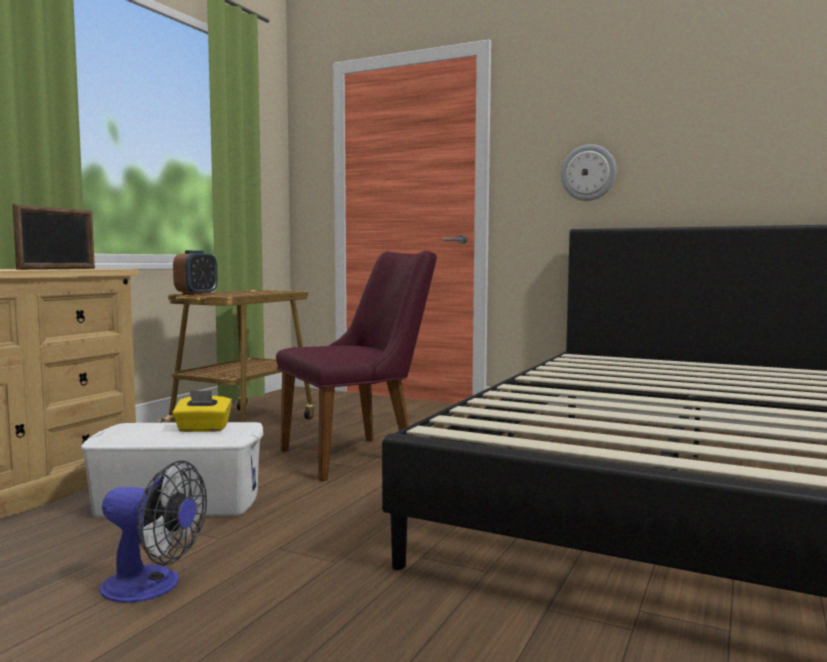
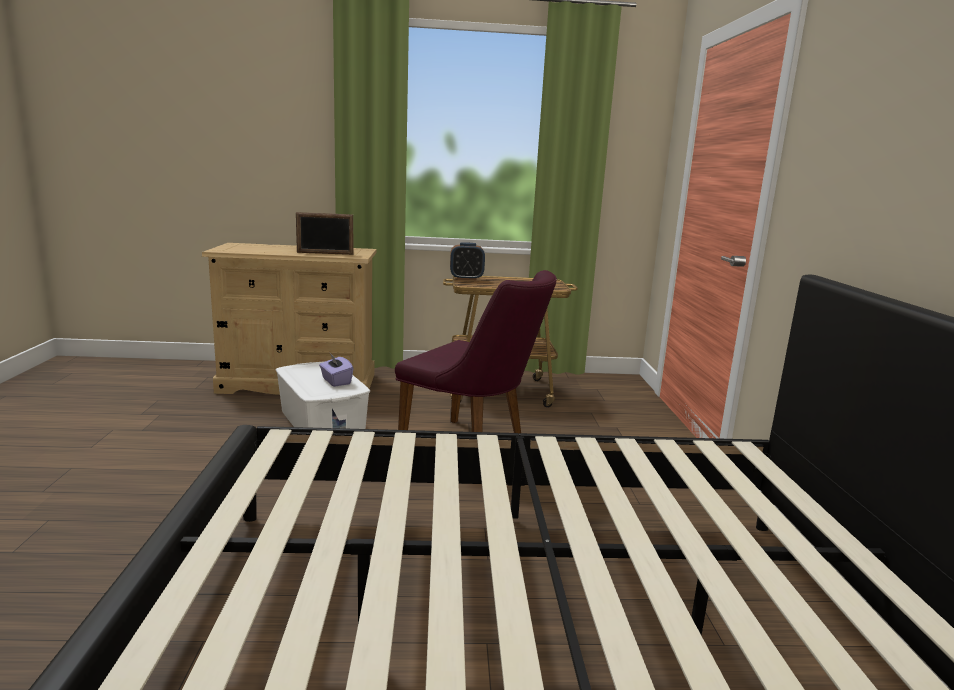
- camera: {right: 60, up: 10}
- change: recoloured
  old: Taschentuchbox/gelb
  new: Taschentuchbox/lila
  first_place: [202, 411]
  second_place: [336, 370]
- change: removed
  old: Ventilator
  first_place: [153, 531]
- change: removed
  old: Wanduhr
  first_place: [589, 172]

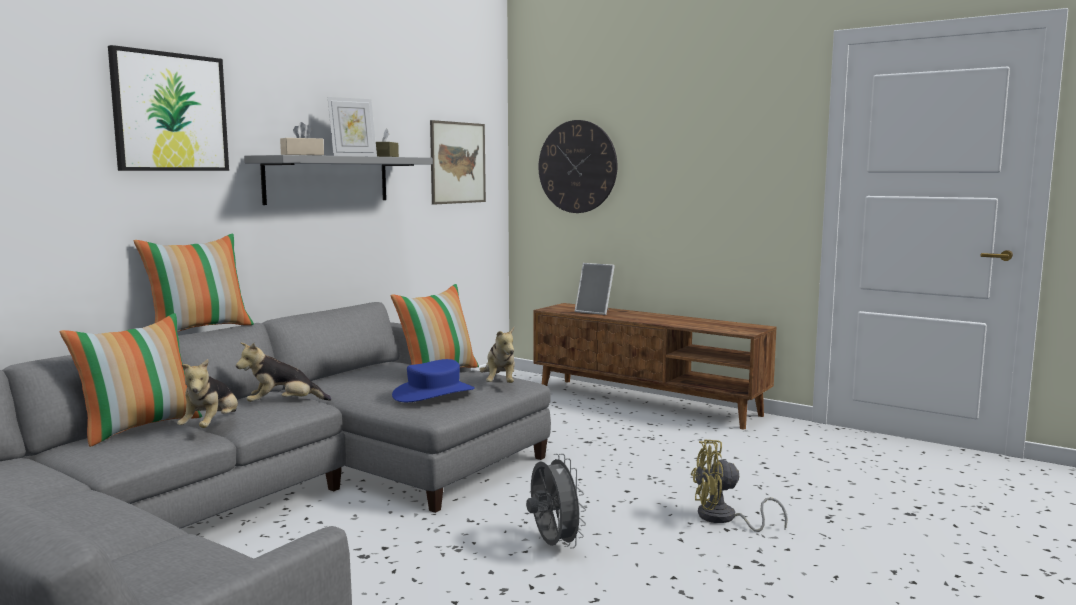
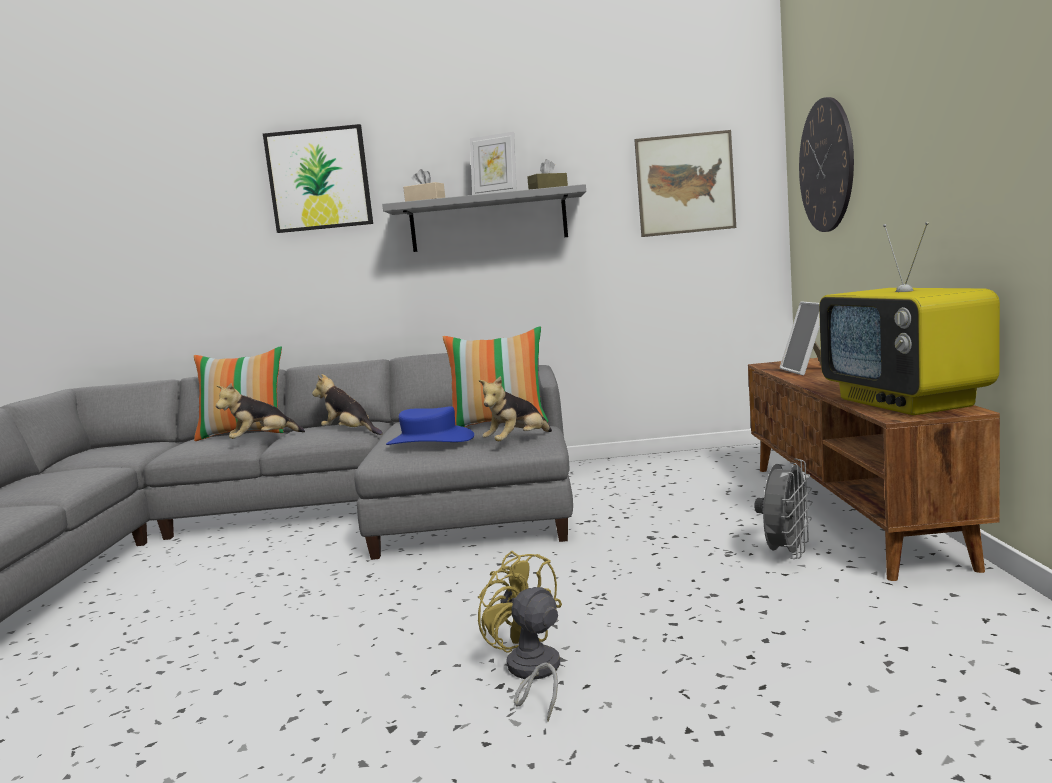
- camera: {right: 55, up: 0}
- change: moved
  old: Ventilator/grau
  first_place: [556, 501]
  second_place: [783, 509]
- change: added
  new: Fernseher
  second_place: [909, 318]
- change: removed
  old: Kissen
  first_place: [194, 283]

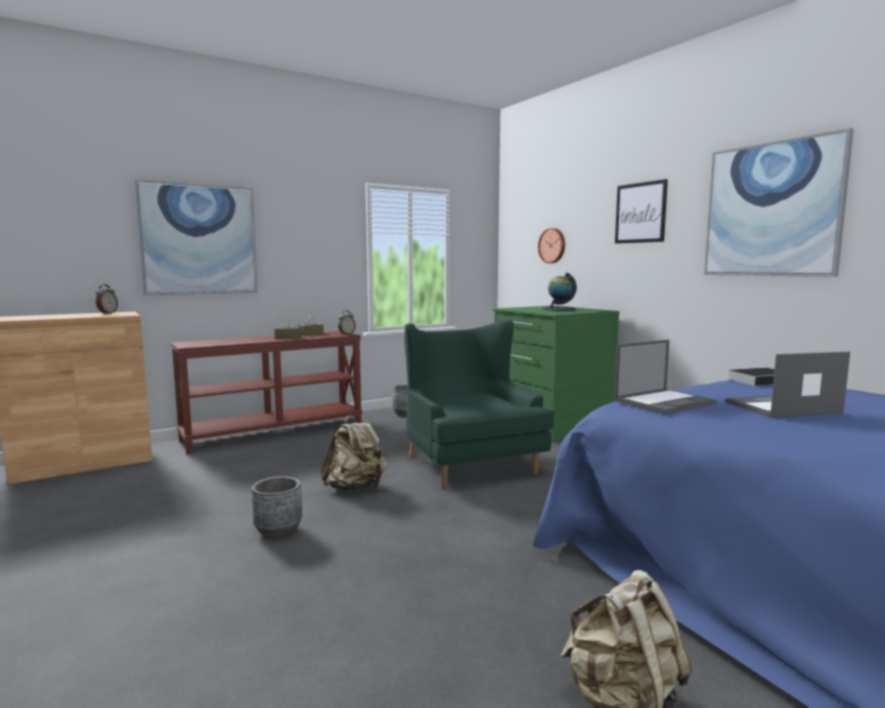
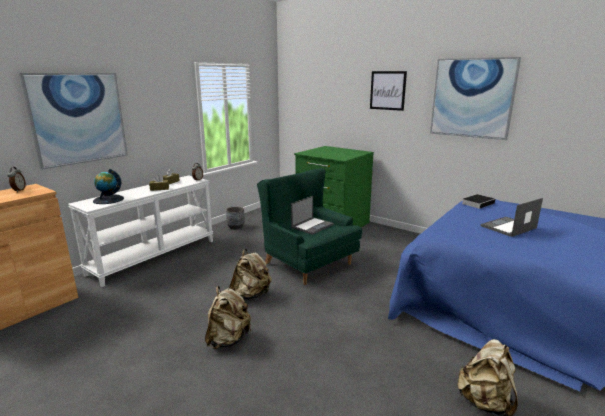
- camera: {right: -20, up: 10}
- change: recoloured
  old: Konsolentisch/braun
  new: Konsolentisch/weiß
  first_place: [266, 392]
  second_place: [141, 231]
- change: moved
  old: Globus
  first_place: [560, 292]
  second_place: [108, 186]
- change: replaced
  old: Pflanzkübel/grau
  new: Rucksack/beige
  first_place: [277, 507]
  second_place: [228, 317]
- change: moved
  old: Laptop
  first_place: [665, 377]
  second_place: [312, 215]
- change: removed
  old: Wanduhr
  first_place: [551, 245]

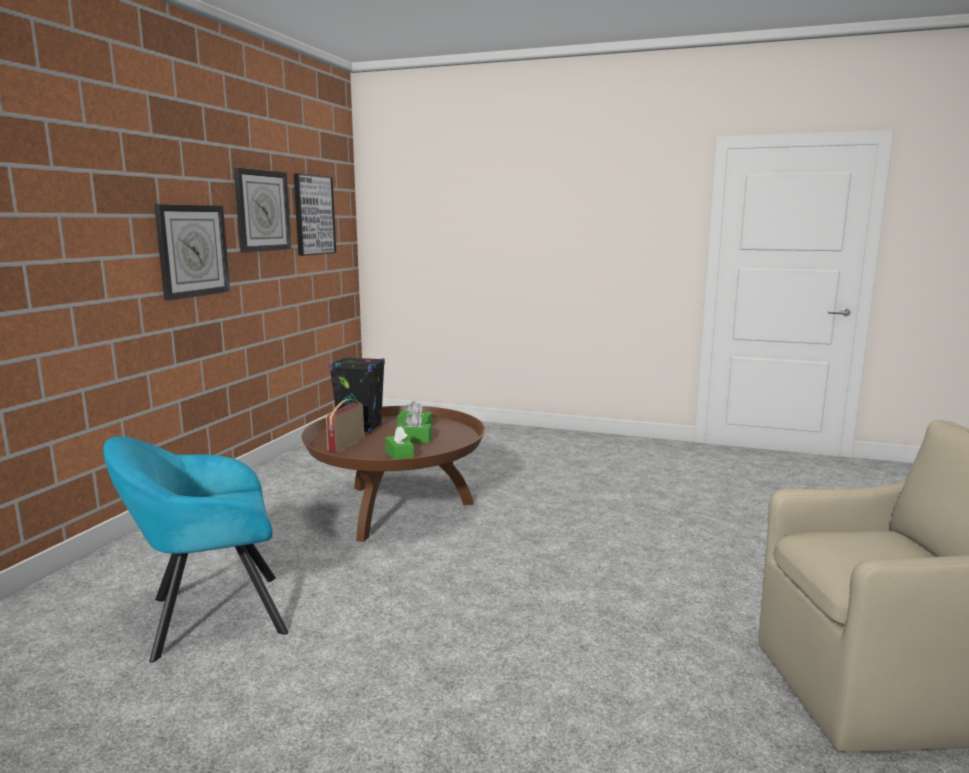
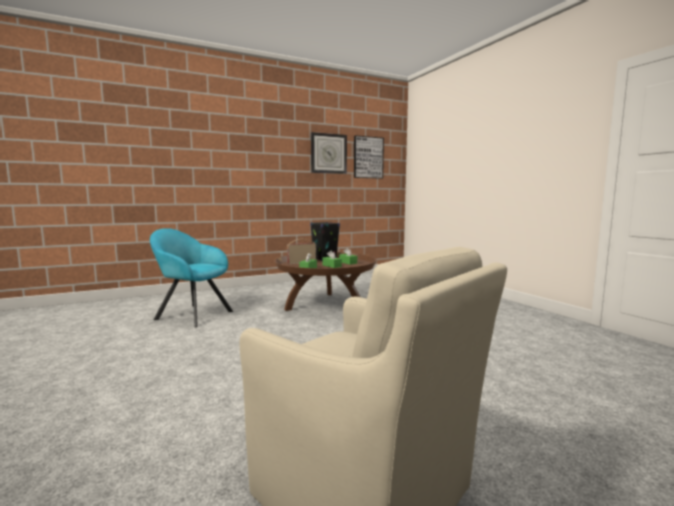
- camera: {right: 45, up: -5}
- change: removed
  old: Wanduhr
  first_place: [192, 252]

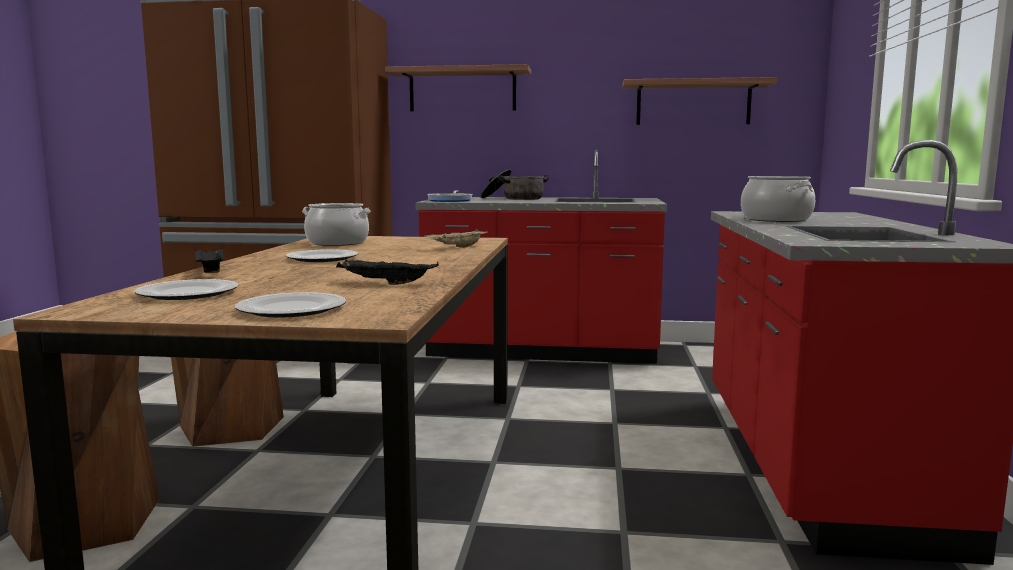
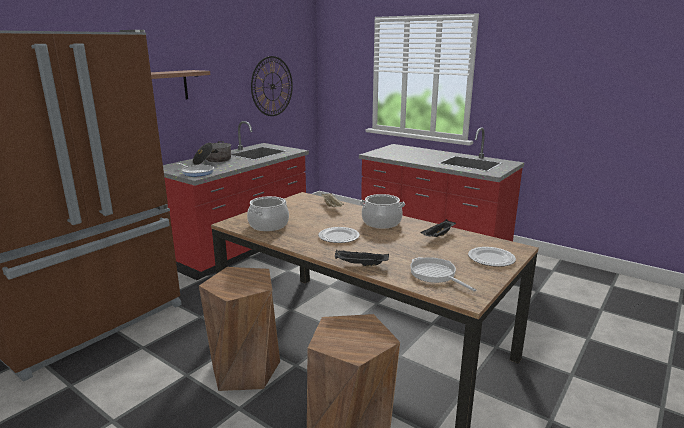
- camera: {right: -60, up: 10}
- change: replaced
  old: Wandregal
  new: Wanduhr
  first_place: [700, 101]
  second_place: [272, 86]
- change: moved
  old: Kochtopf
  first_place: [778, 199]
  second_place: [382, 211]
- change: replaced
  old: Teller
  new: Pfanne
  first_place: [187, 289]
  second_place: [443, 274]

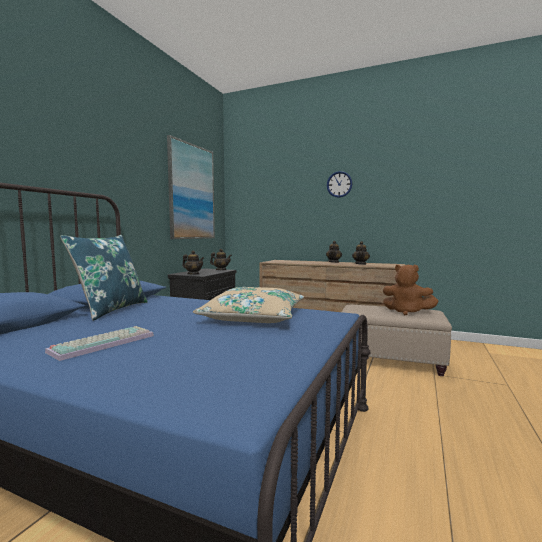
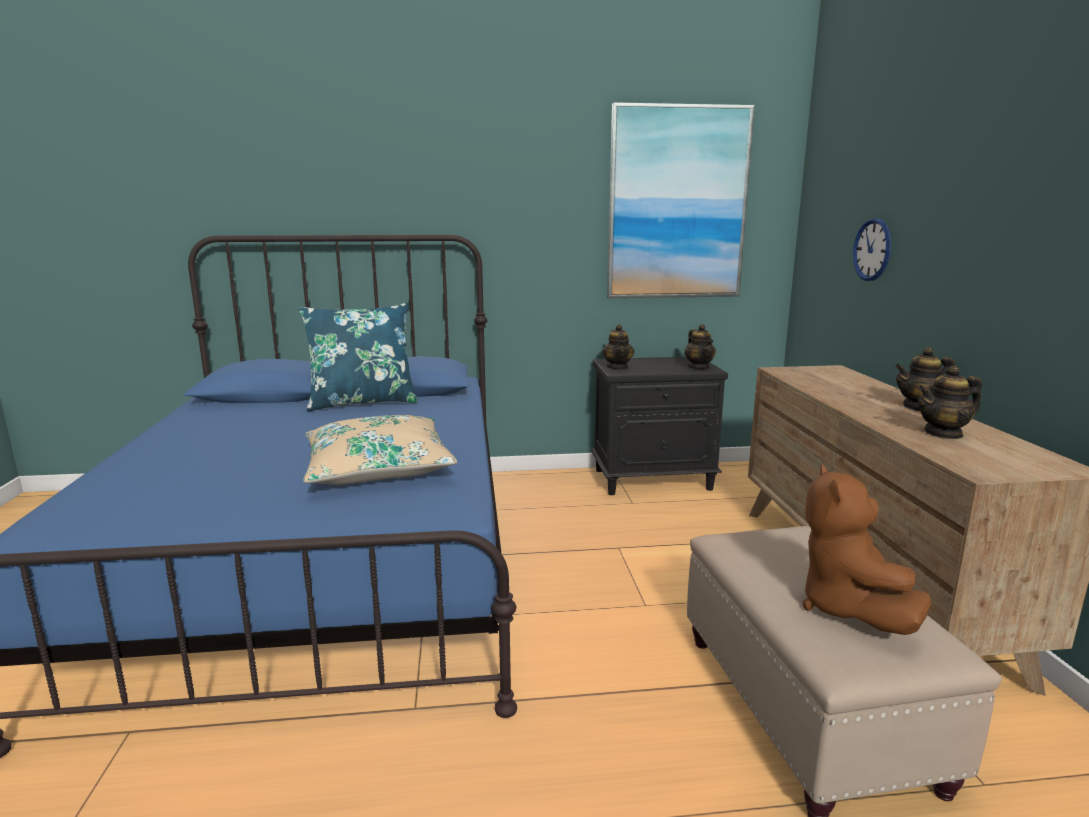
- camera: {right: 60, up: 10}
- change: moved
  old: Wanduhr
  first_place: [339, 184]
  second_place: [872, 249]
- change: removed
  old: Tastatur
  first_place: [99, 343]

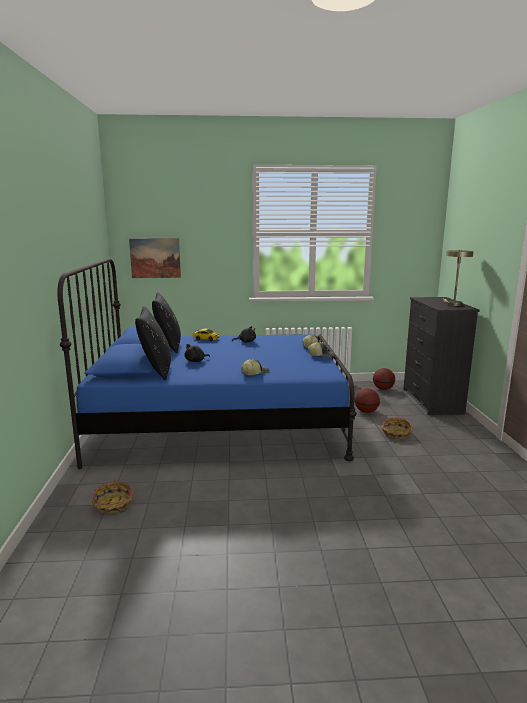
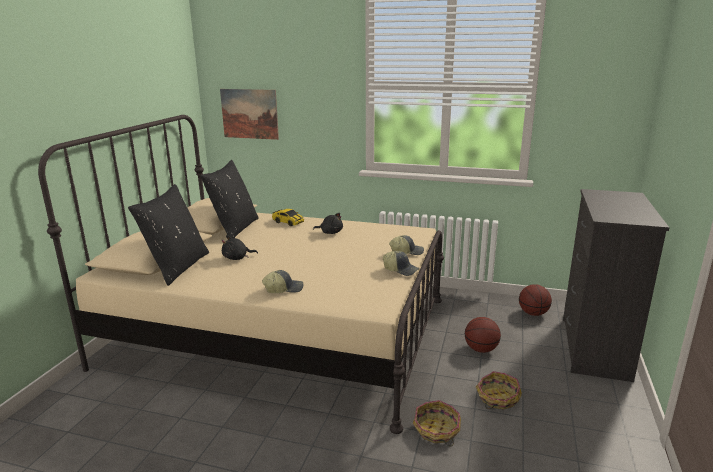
- camera: {right: 20, up: 5}
- change: recoloured
  old: Bett/blau
  new: Bett/beige
  first_place: [207, 363]
  second_place: [241, 274]
- change: moved
  old: Korb
  first_place: [112, 497]
  second_place: [437, 423]
- change: removed
  old: Tischlampe/beige
  first_place: [458, 278]

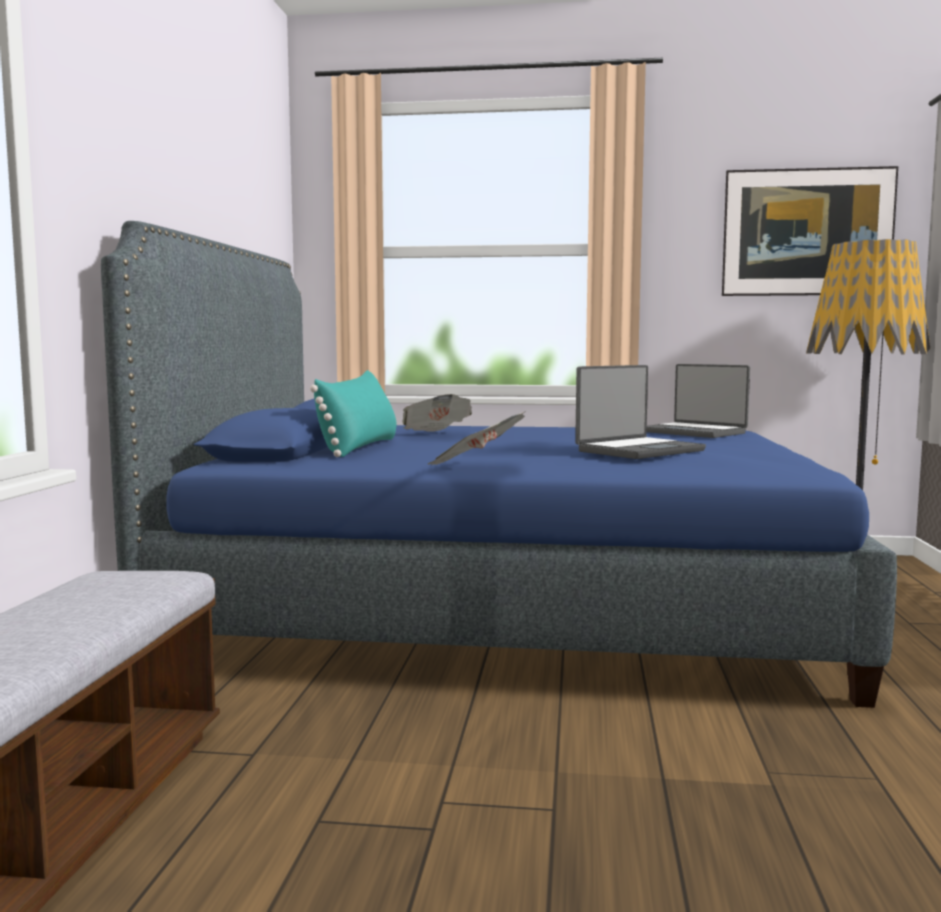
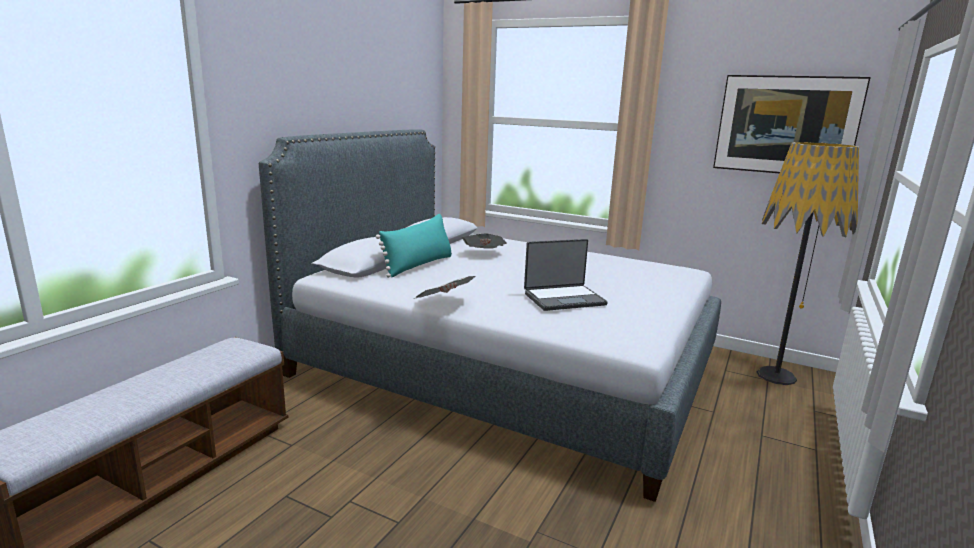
- camera: {right: 20, up: 10}
- change: recoloured
  old: Bett/blau
  new: Bett/grau
  first_place: [499, 464]
  second_place: [490, 315]
- change: removed
  old: Laptop
  first_place: [698, 401]

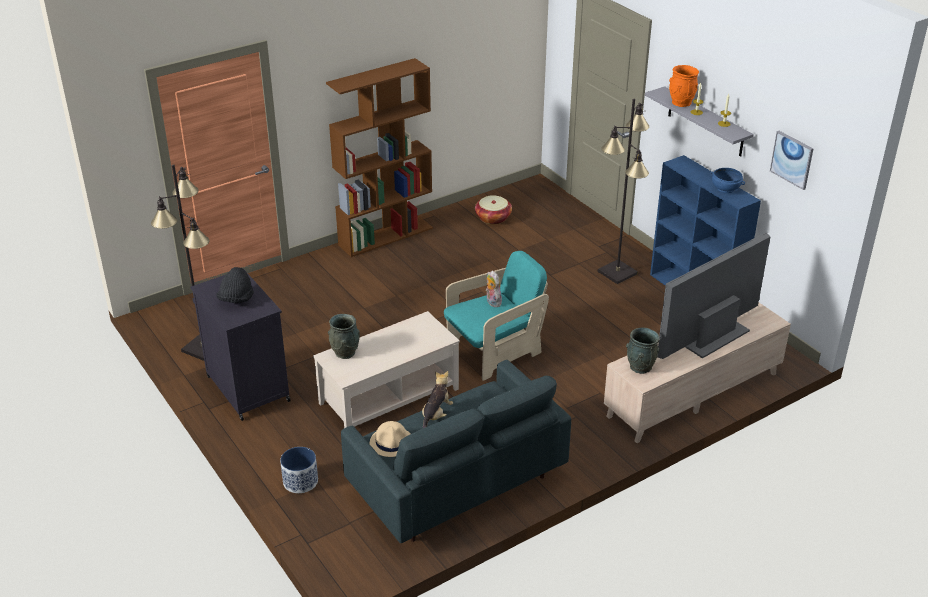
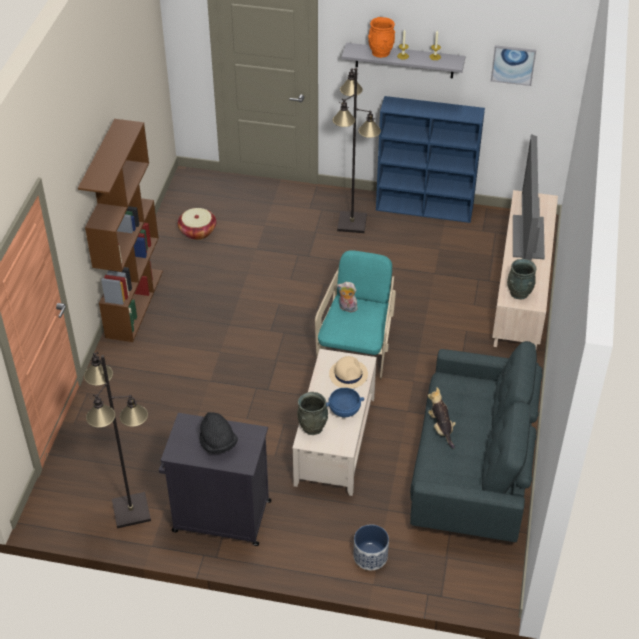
- camera: {right: -45, up: 10}
- change: moved
  old: Schüssel/blau
  first_place: [727, 180]
  second_place: [345, 403]
- change: moved
  old: Hut/beige
  first_place: [390, 439]
  second_place: [348, 372]

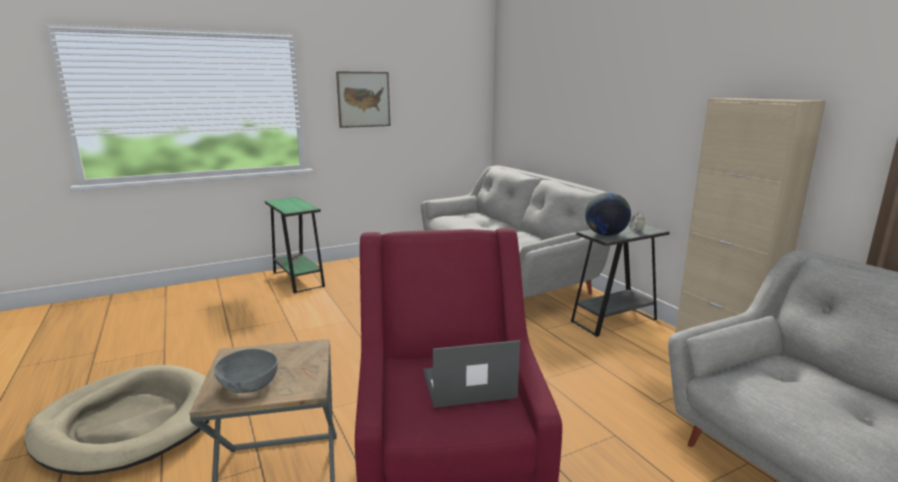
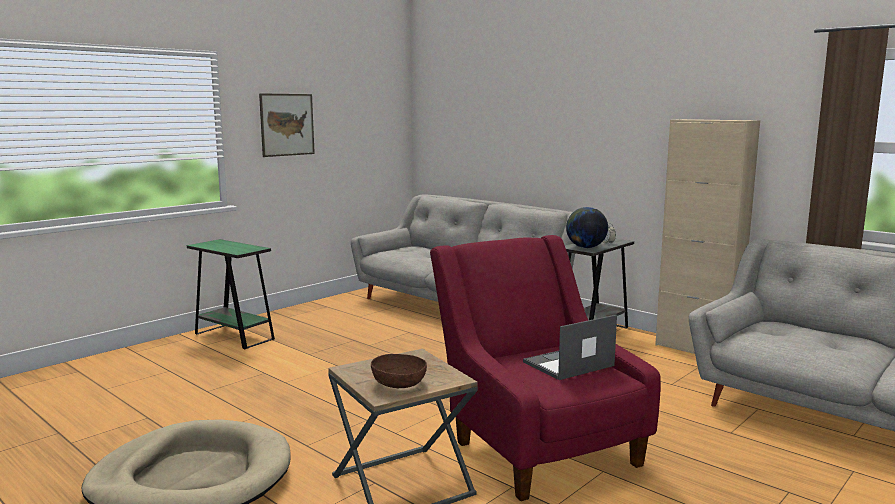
- camera: {right: -20, up: -5}
- change: recoloured
  old: Schüssel/grau
  new: Schüssel/braun
  first_place: [246, 371]
  second_place: [399, 371]

